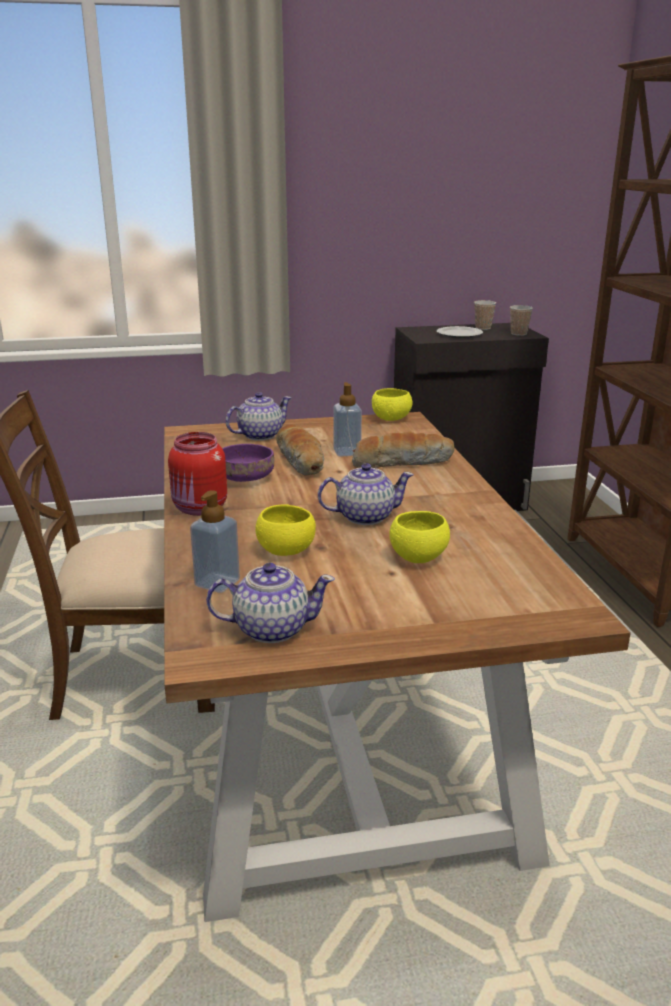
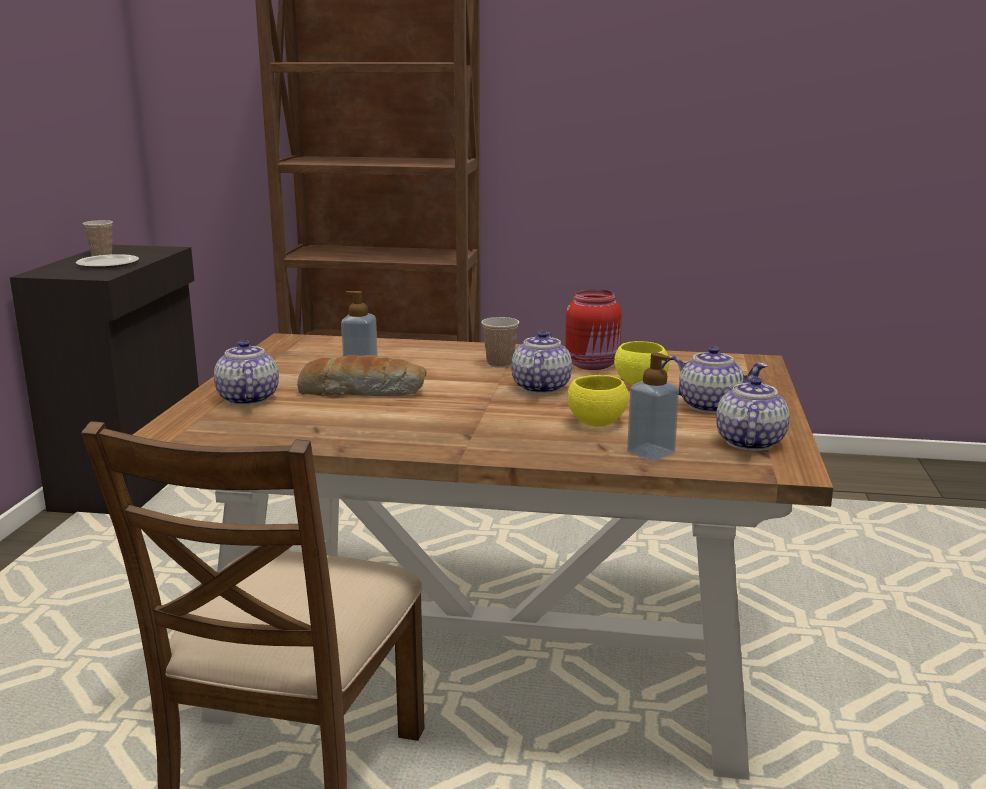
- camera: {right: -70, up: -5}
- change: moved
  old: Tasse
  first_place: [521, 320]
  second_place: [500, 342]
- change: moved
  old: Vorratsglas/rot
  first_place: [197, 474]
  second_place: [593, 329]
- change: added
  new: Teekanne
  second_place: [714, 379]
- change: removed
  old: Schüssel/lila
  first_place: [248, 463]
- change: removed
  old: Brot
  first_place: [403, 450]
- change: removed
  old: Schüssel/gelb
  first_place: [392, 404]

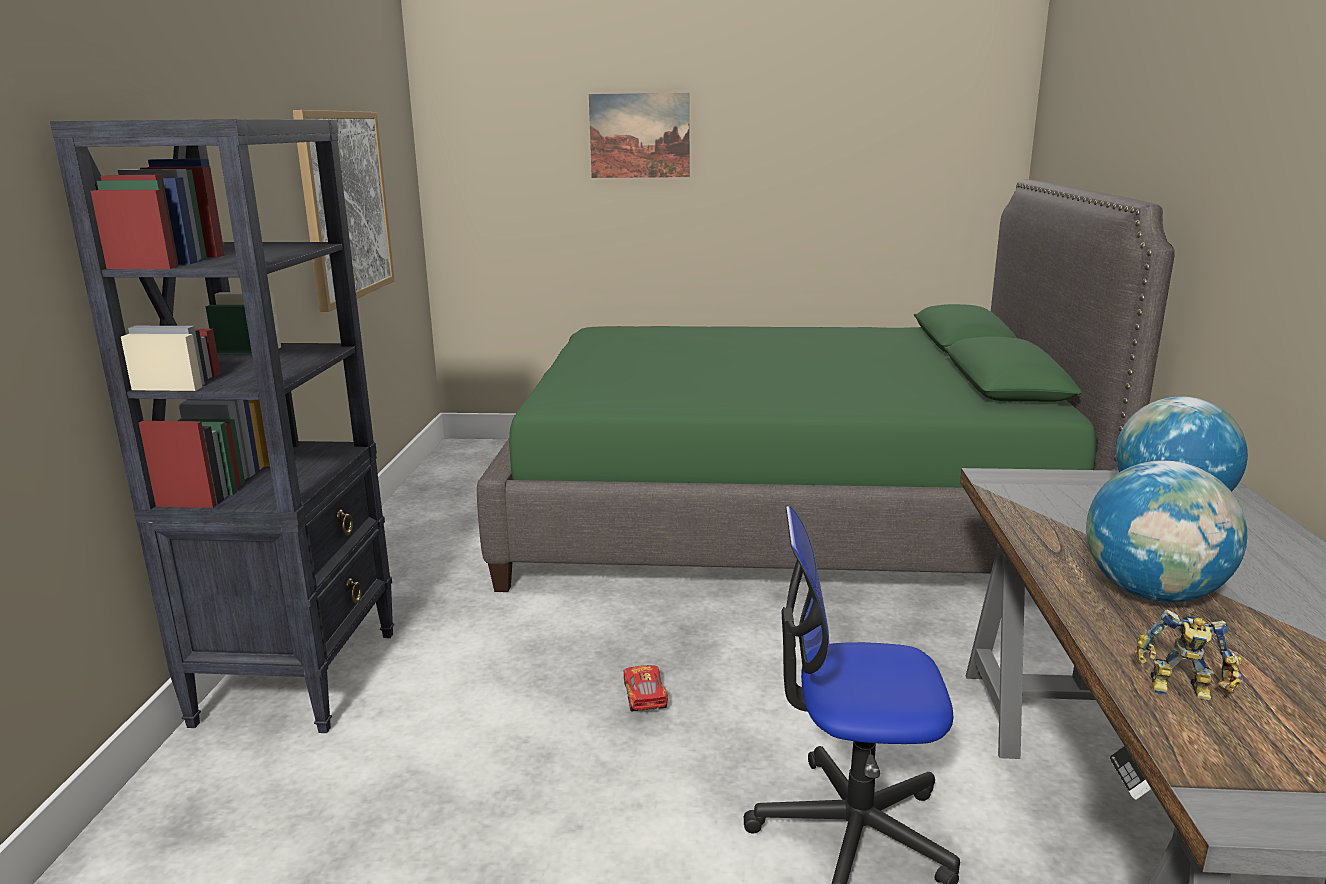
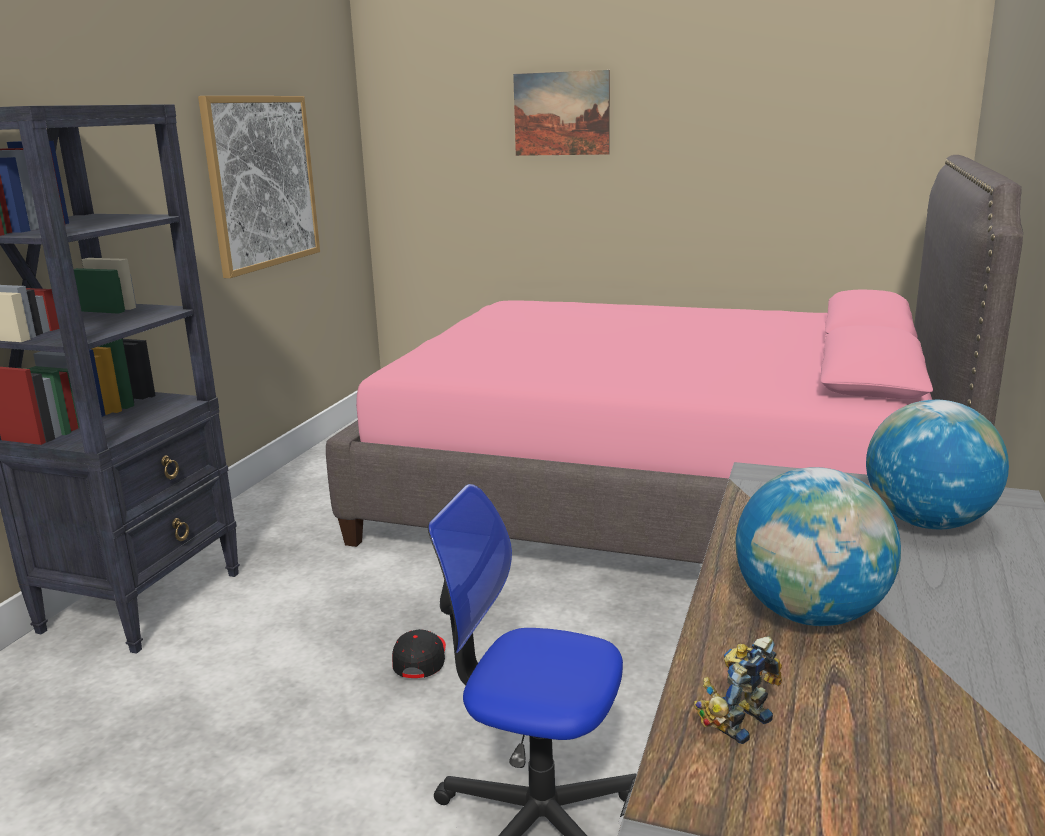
- camera: {right: 15, up: 0}
- change: recoloured
  old: Bett/grün
  new: Bett/rosa
  first_place: [826, 385]
  second_place: [674, 359]
- change: replaced
  old: Spielzeugauto
  new: Kappe/schwarz
  first_place: [645, 688]
  second_place: [419, 653]
- change: turned
  old: Spielzeugroboter
  first_place: [1188, 654]
  second_place: [738, 690]
  degrees: 105

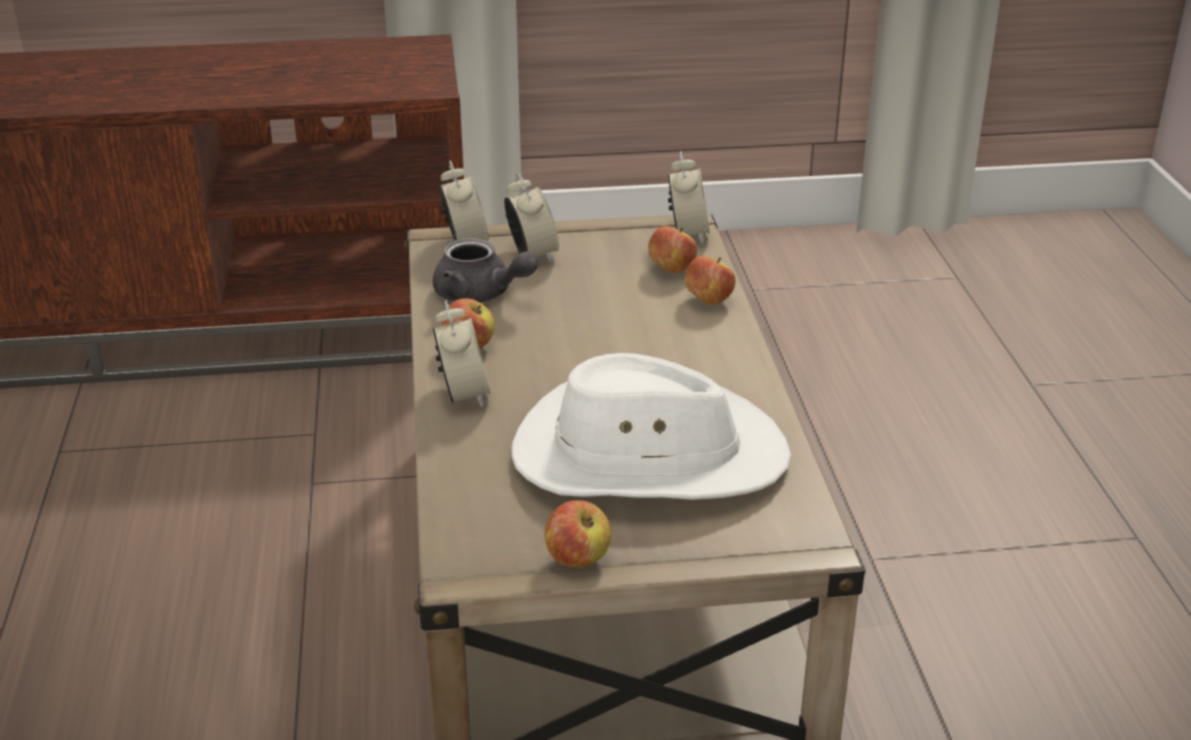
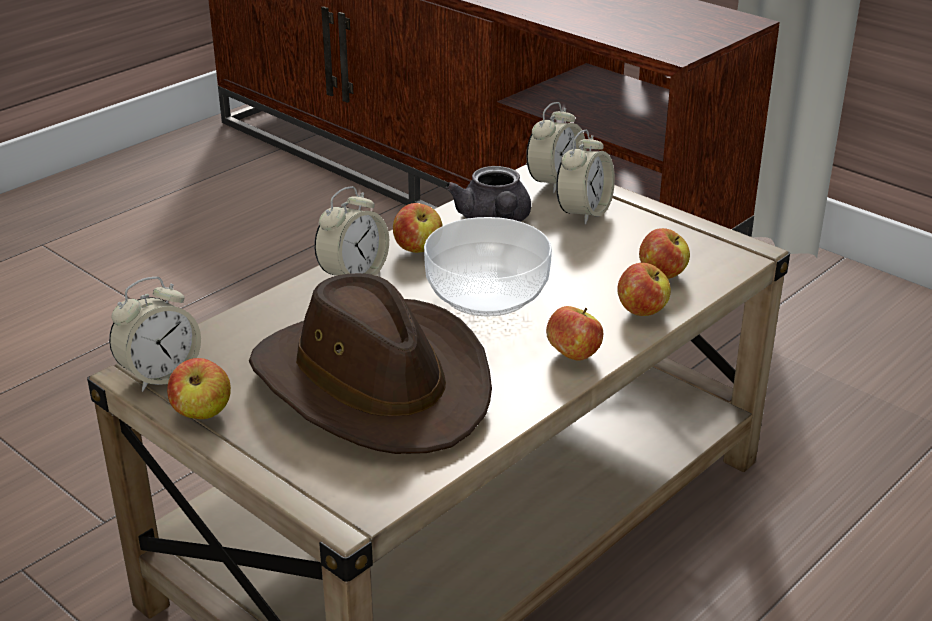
- camera: {right: 50, up: 0}
- change: moved
  old: Wecker
  first_place: [689, 197]
  second_place: [155, 334]
- change: recoloured
  old: Hut/weiß
  new: Hut/braun
  first_place: [651, 426]
  second_place: [370, 363]
- change: added
  new: Schüssel
  second_place: [488, 266]
- change: added
  new: Apfel
  second_place: [574, 333]

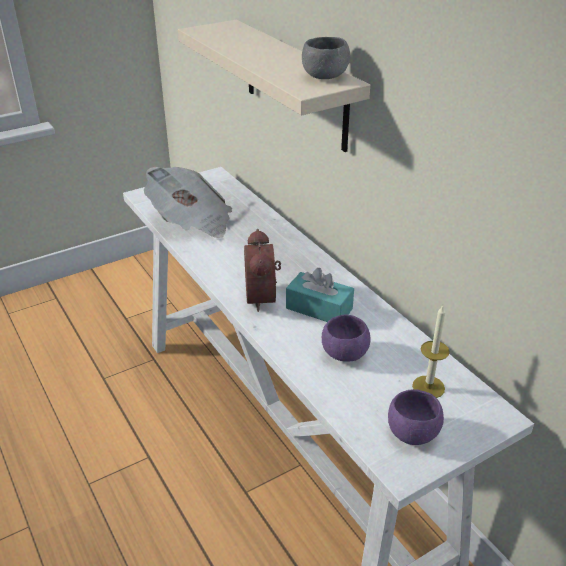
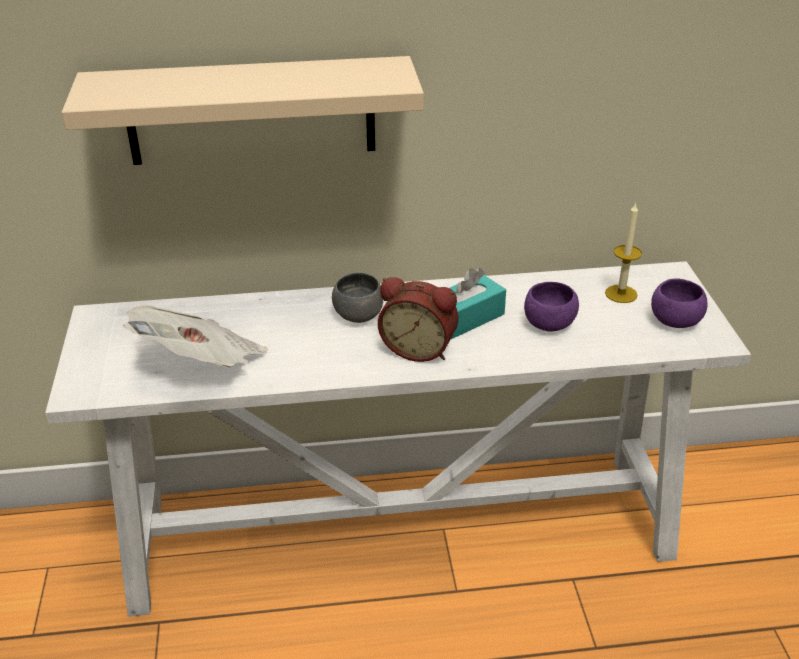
- camera: {right: -65, up: 0}
- change: moved
  old: Schüssel/grau
  first_place: [326, 58]
  second_place: [357, 298]

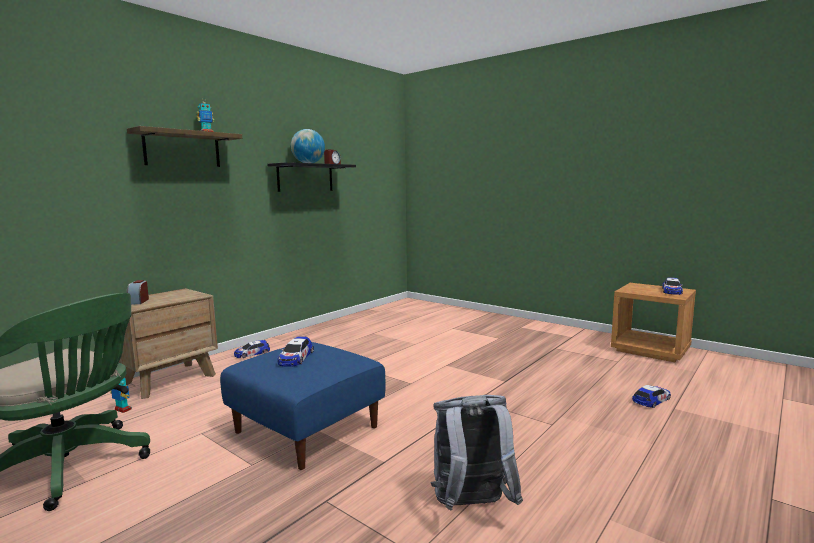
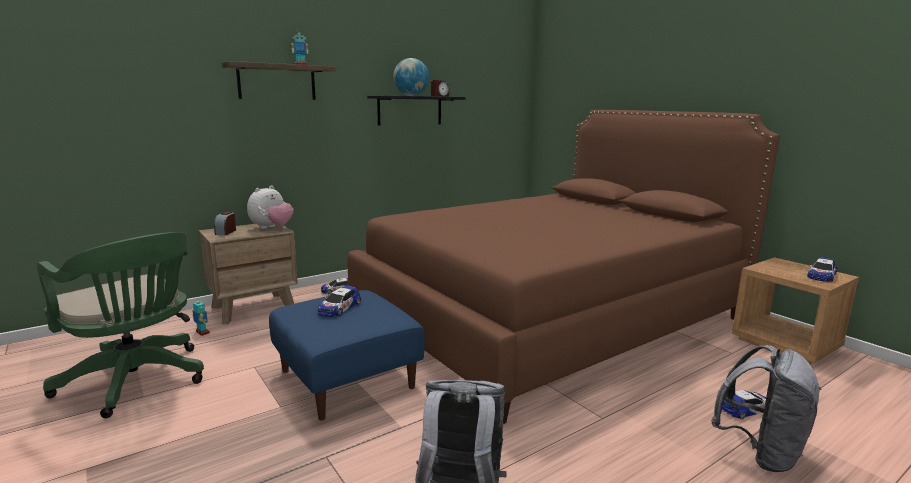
- camera: {right: 15, up: 5}
- change: added
  new: Plüschtier
  second_place: [270, 207]
- change: added
  new: Bett/braun
  second_place: [563, 267]
- change: added
  new: Rucksack/grau
  second_place: [766, 408]

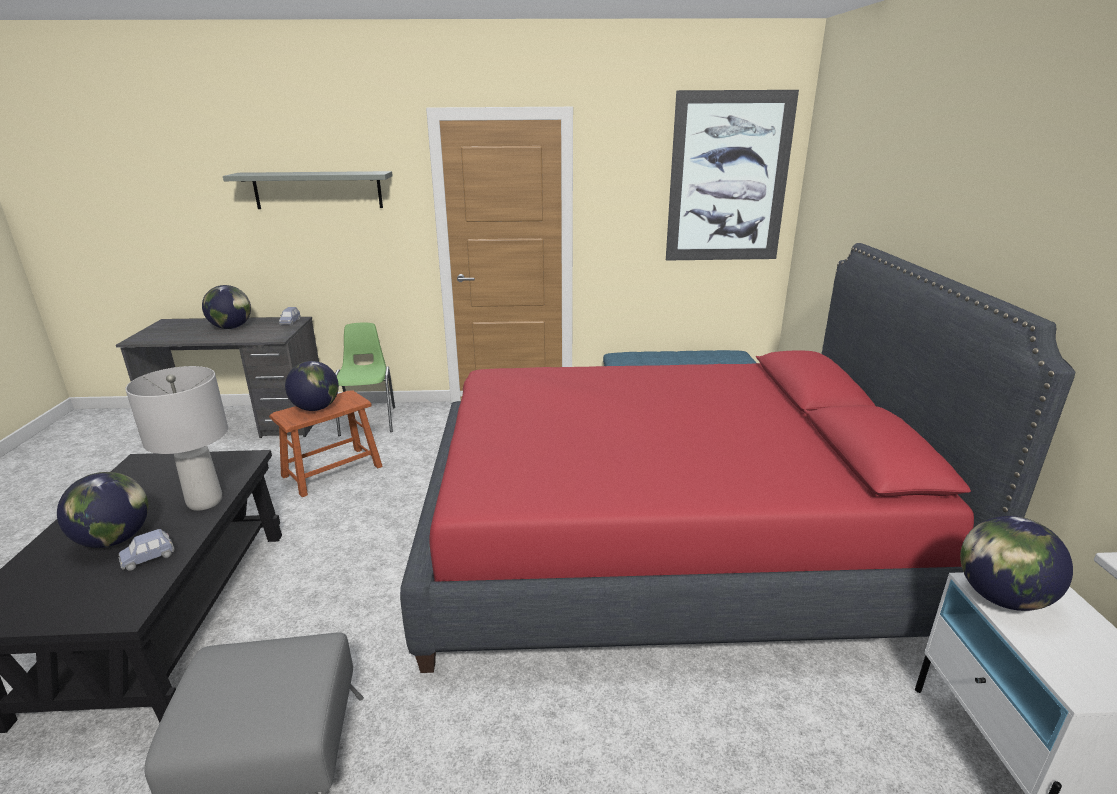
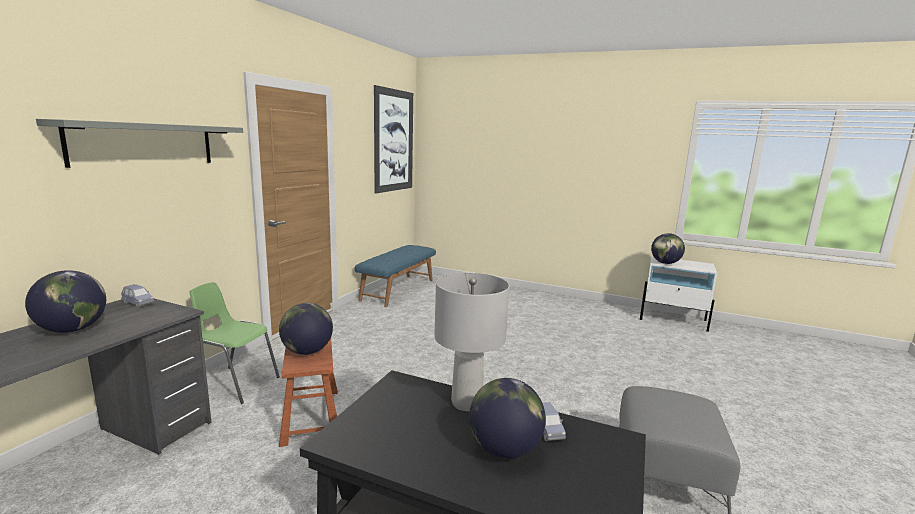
- camera: {right: -65, up: -10}
- change: removed
  old: Bett/rot
  first_place: [737, 458]

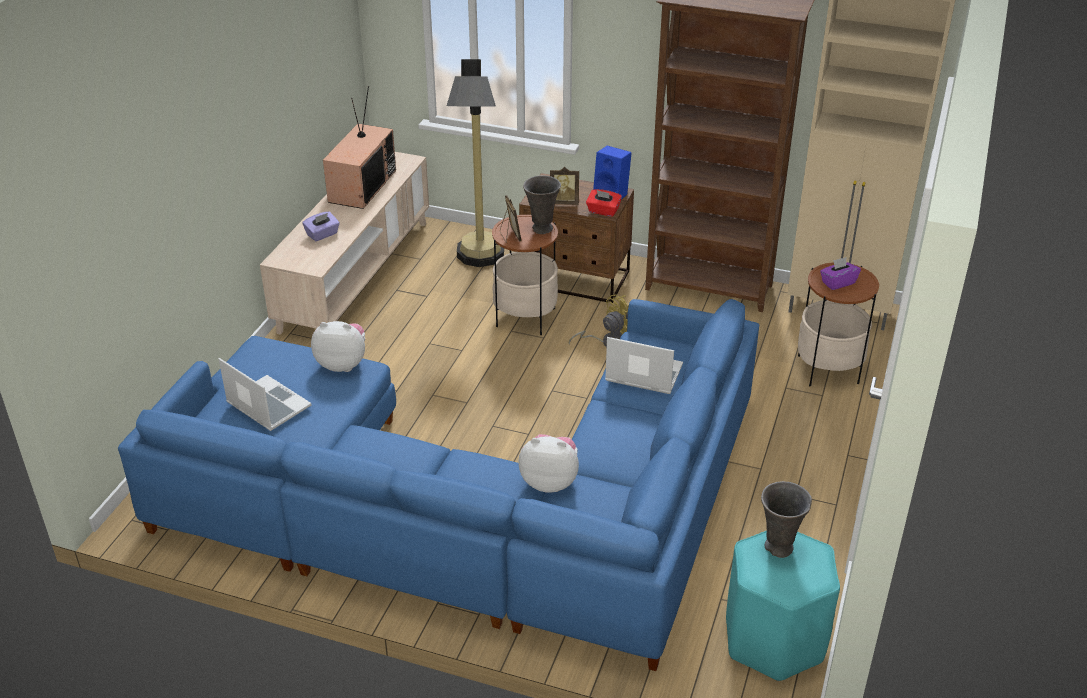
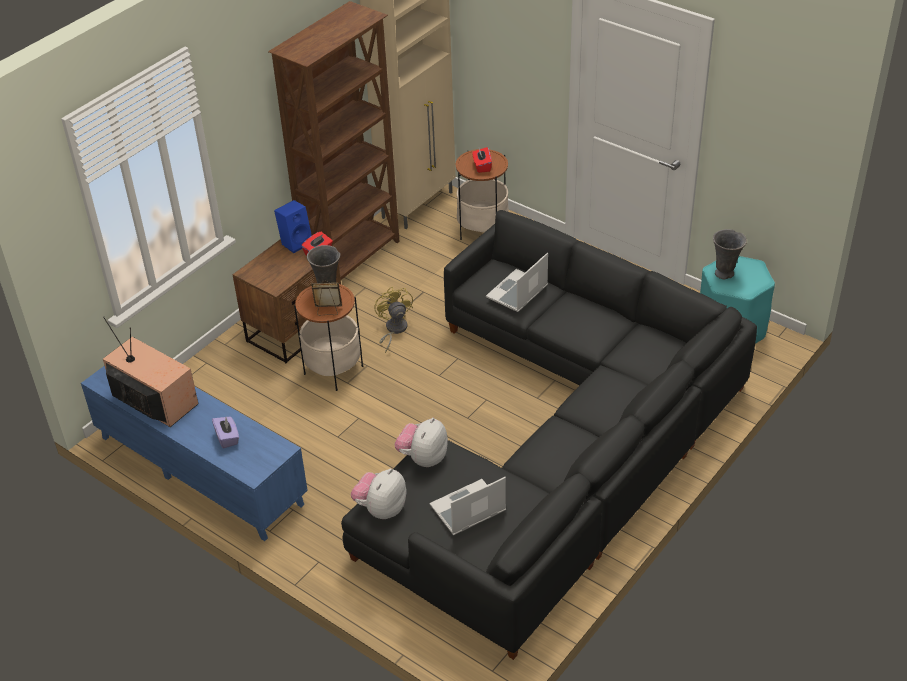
- camera: {right: -70, up: 5}
- change: recoloured
  old: Fernsehschrank/beige
  new: Fernsehschrank/blau
  first_place: [344, 243]
  second_place: [194, 453]
- change: recoloured
  old: Sofa/blau
  new: Sofa/schwarz
  first_place: [438, 485]
  second_place: [549, 435]
- change: moved
  old: Plüschtier
  first_place: [548, 463]
  second_place: [379, 493]
- change: recoloured
  old: Taschentuchbox/lila
  new: Taschentuchbox/rot
  first_place: [840, 273]
  second_place: [482, 160]
- change: removed
  old: Stehlampe
  first_place: [475, 163]
- change: removed
  old: Bilderrahmen
  first_place: [564, 186]

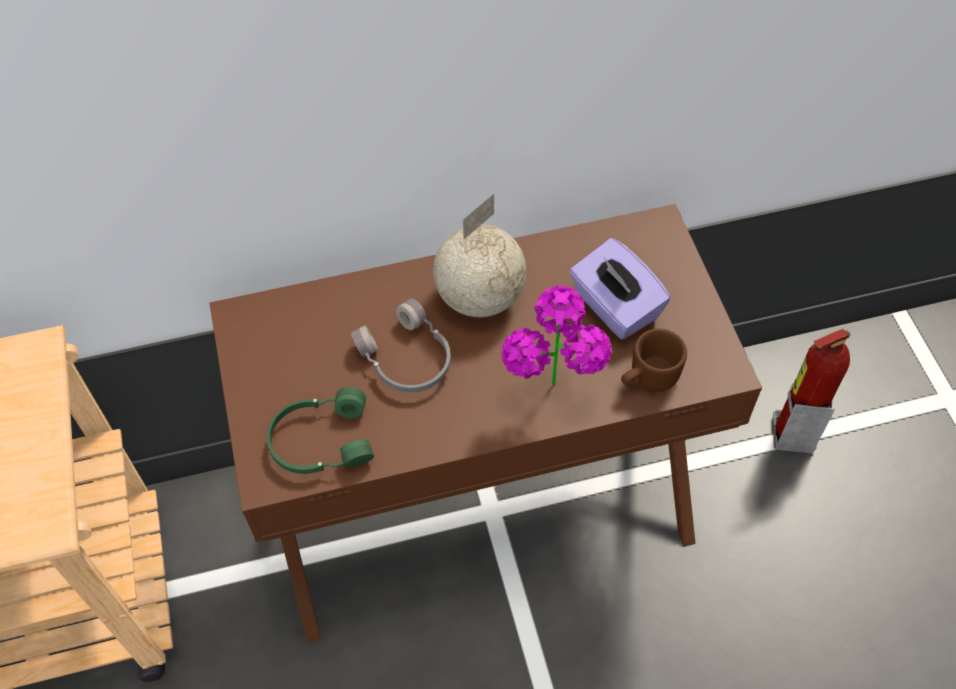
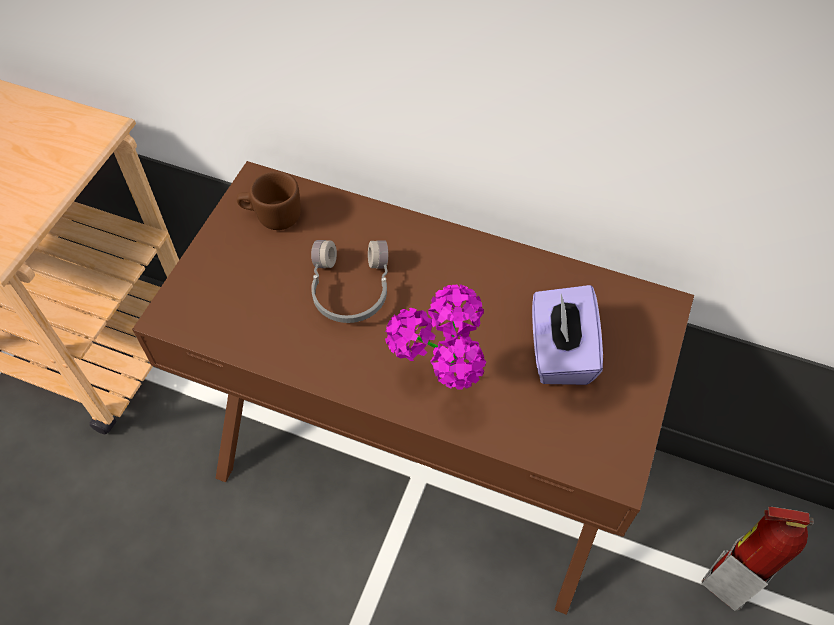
- camera: {right: 35, up: 0}
- change: moved
  old: Henkelbecher/braun
  first_place: [654, 360]
  second_place: [269, 200]
- change: removed
  old: Kopfhörer/grün
  first_place: [320, 430]
- change: removed
  old: Globus
  first_place: [479, 255]

